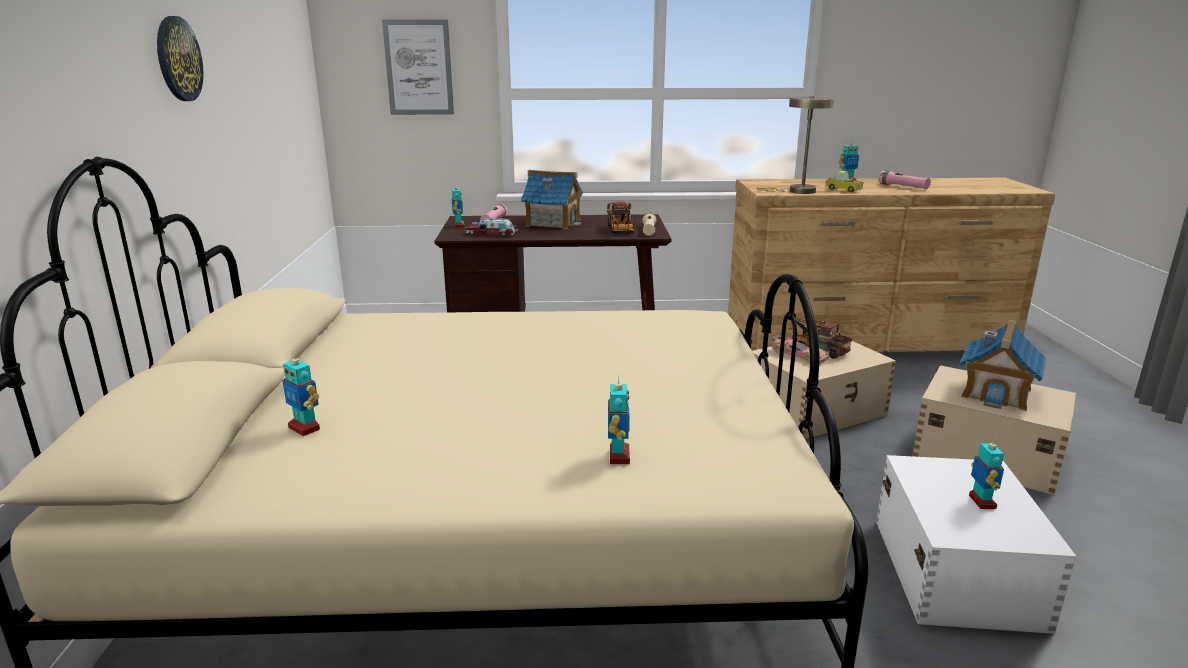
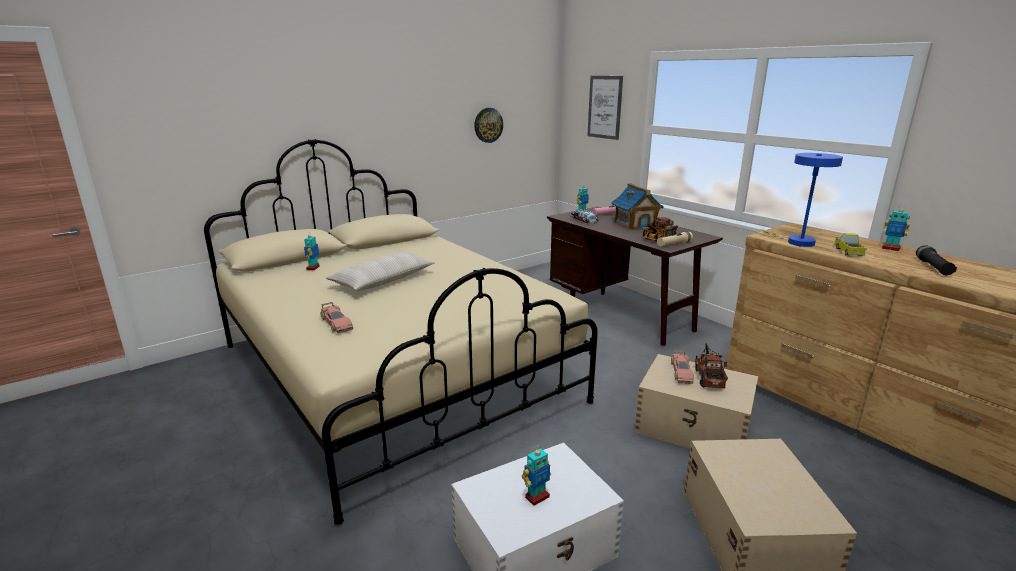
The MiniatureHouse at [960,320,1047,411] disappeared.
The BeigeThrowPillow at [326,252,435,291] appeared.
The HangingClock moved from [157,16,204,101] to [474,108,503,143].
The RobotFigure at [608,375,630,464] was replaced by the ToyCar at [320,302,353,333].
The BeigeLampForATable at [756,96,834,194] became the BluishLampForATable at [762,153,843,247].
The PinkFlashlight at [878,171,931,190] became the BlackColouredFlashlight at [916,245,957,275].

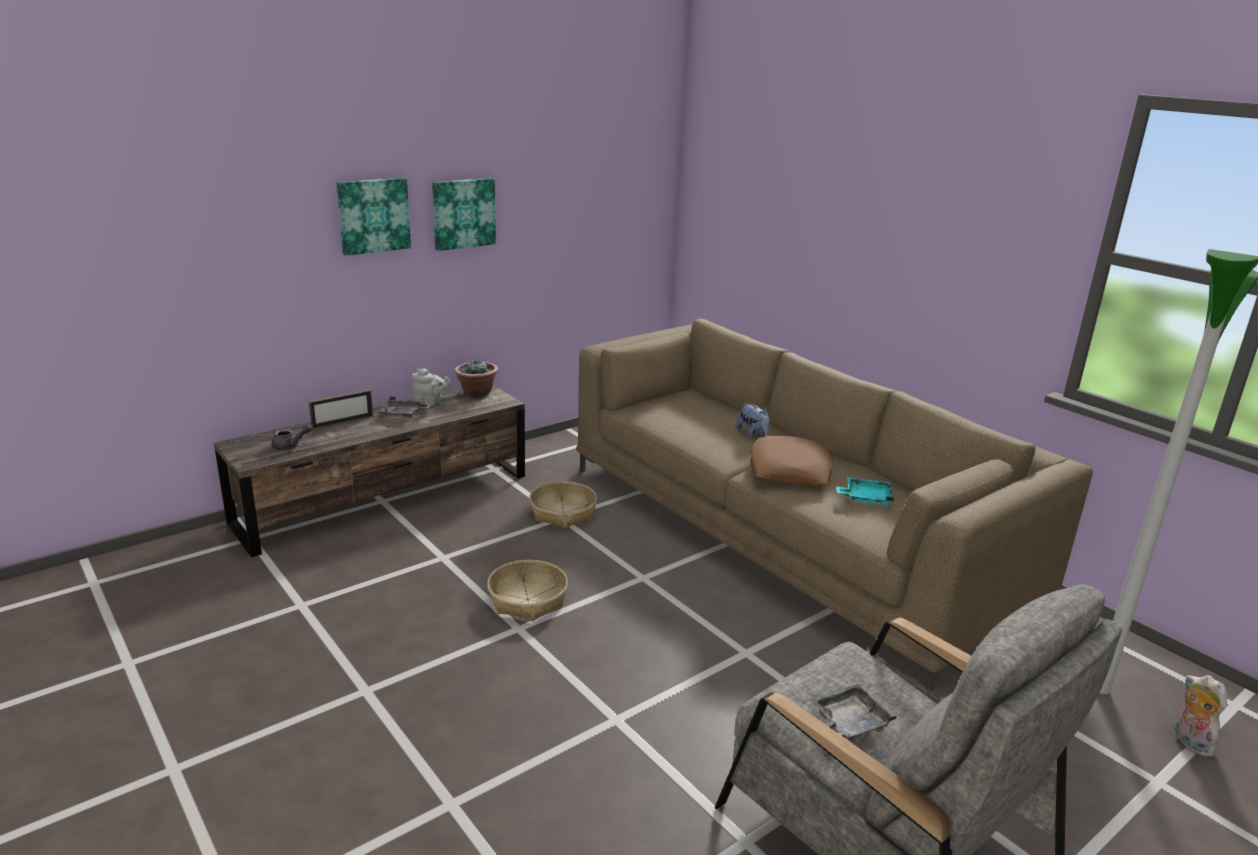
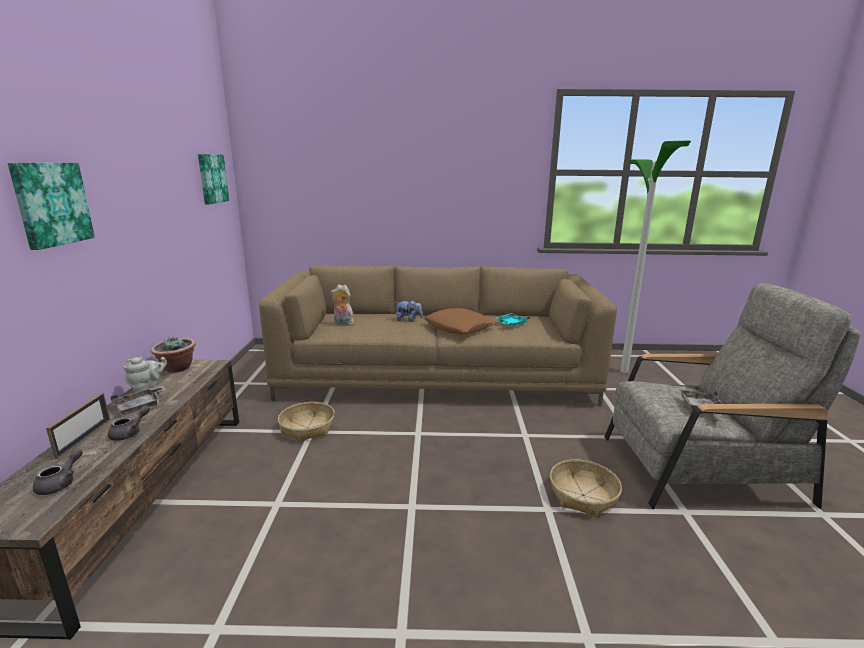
The GrayTeaPot at [108,406,150,441] appeared.
The WallPicture moved from [432,178,496,251] to [198,154,229,204].
The HouseholdBasket moved from [487,560,568,621] to [550,459,622,517].
The SoftToy moved from [1173,675,1227,757] to [330,284,357,326].

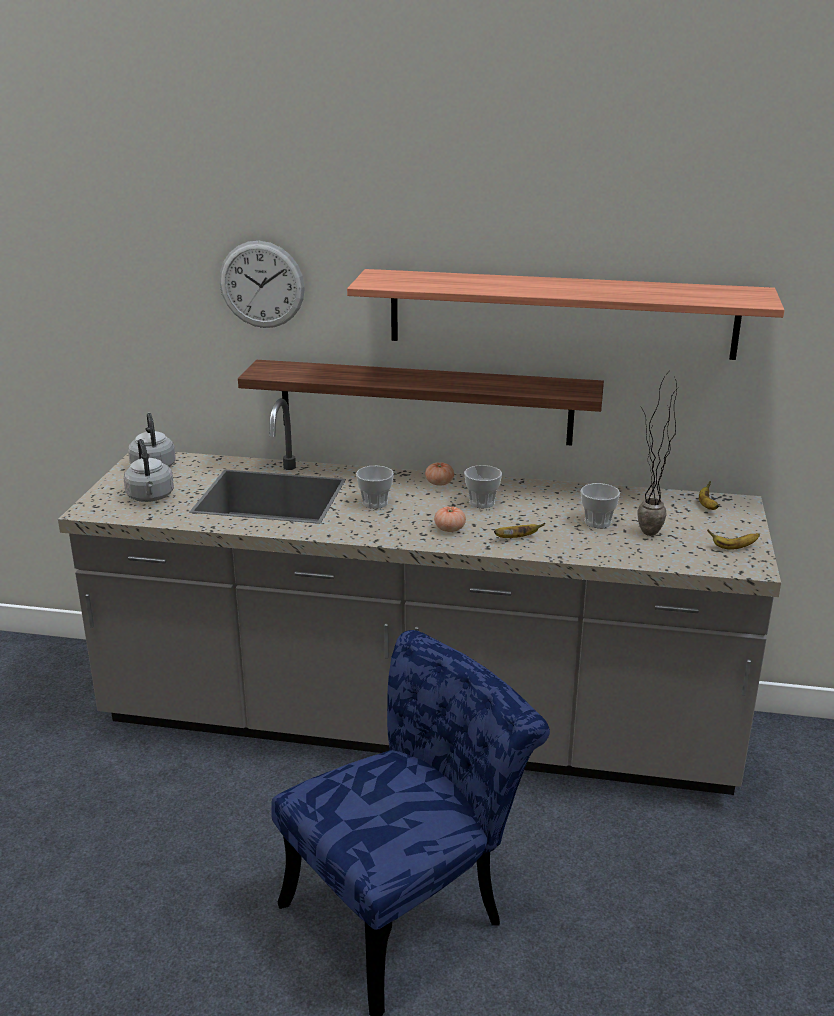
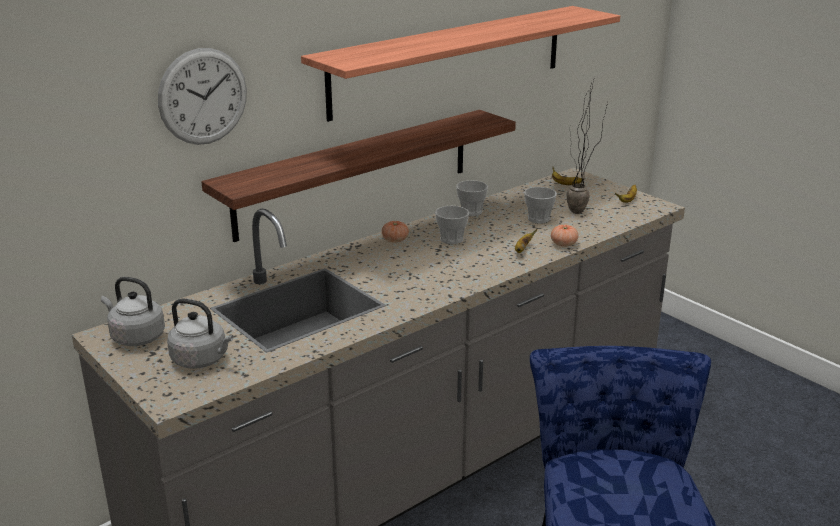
The DrinkingCup moved from [356,466,394,509] to [456,180,488,216].
The WholeTomato moved from [434,506,466,532] to [551,225,579,247].

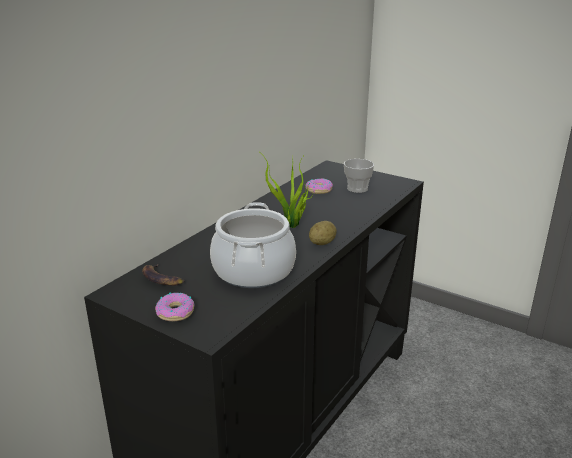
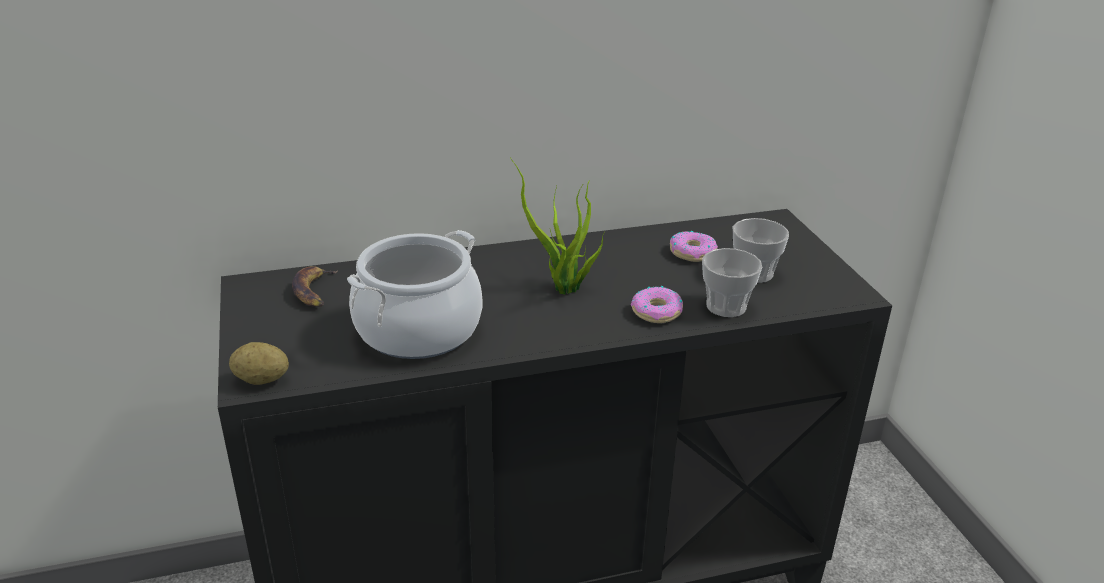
The DrinkingCup at [702,248,762,317] appeared.
The RingDoughnut moved from [155,292,195,321] to [631,286,683,323].
The Spud moved from [309,221,337,245] to [229,342,289,385].

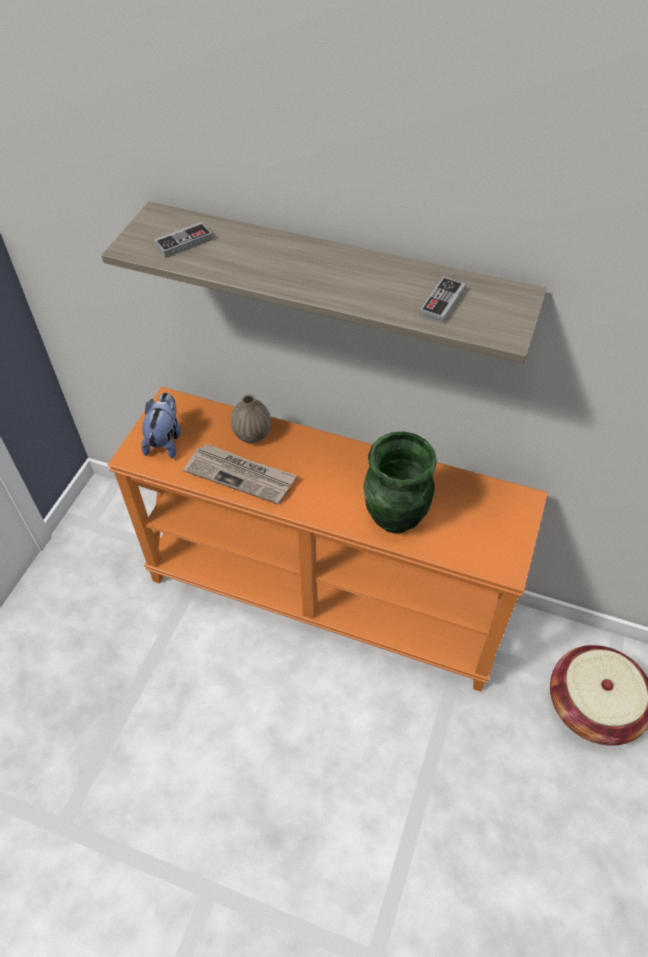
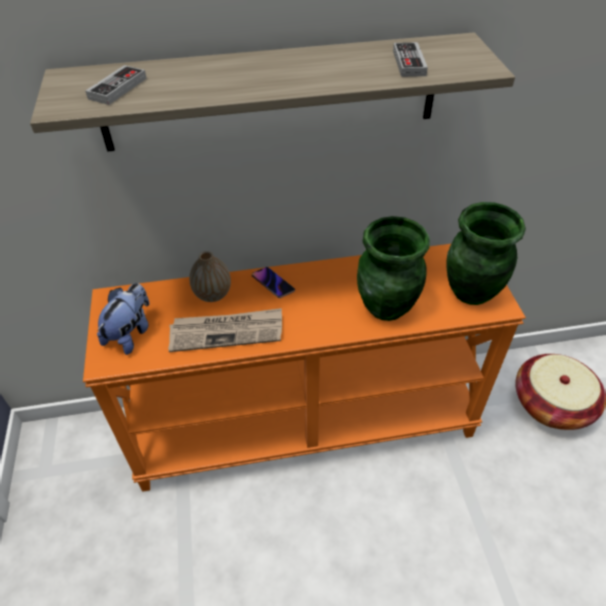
The Telephone at [252,267,295,298] appeared.
The GreenColouredVase at [447,202,526,305] appeared.
The SoftToy at [141,392,181,459] turned 45 degrees clockwise.

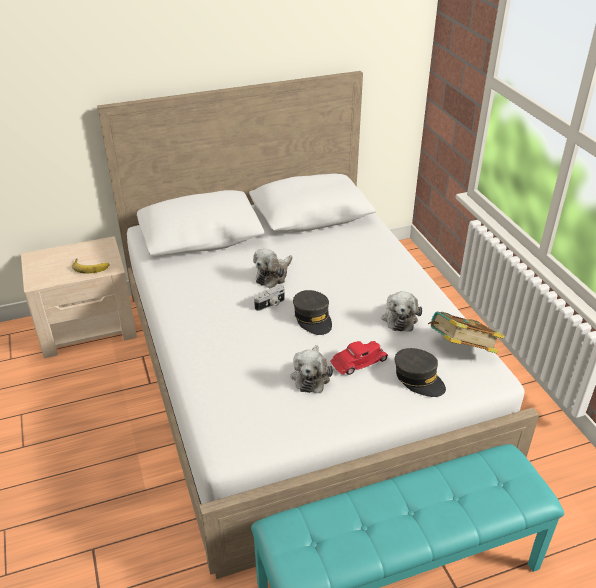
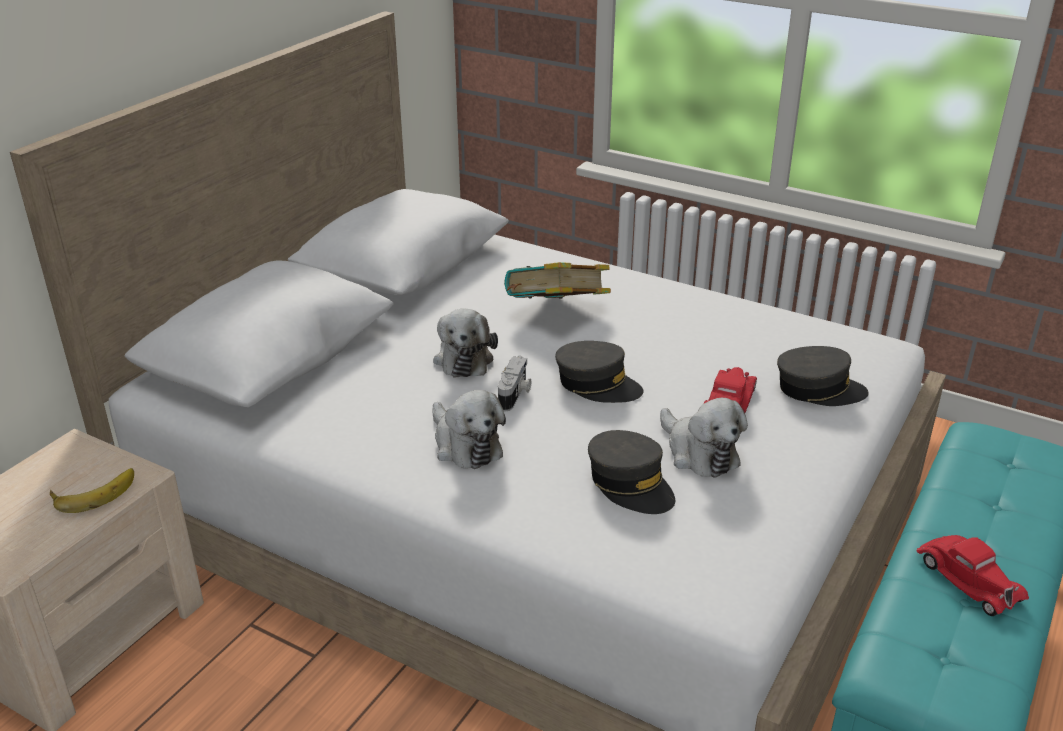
The GrayCap at [588,430,675,514] appeared.
The RedToyCar at [916,535,1029,616] appeared.
The SoftToy moved from [381,291,422,332] to [432,390,506,469].
The Volume moved from [428,312,505,354] to [504,262,611,299].

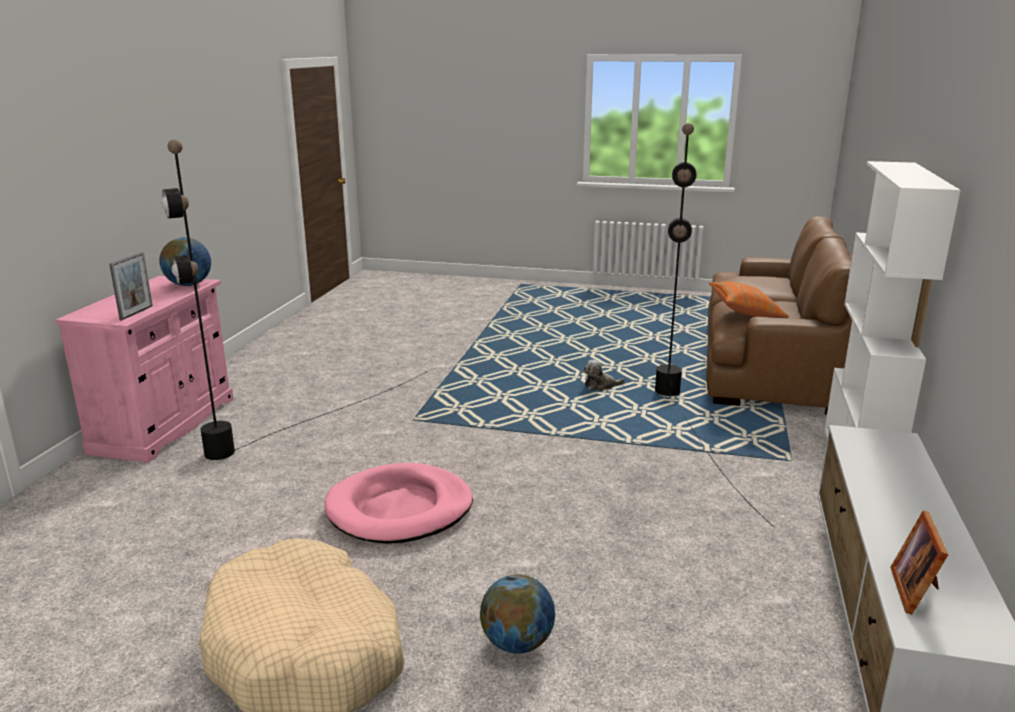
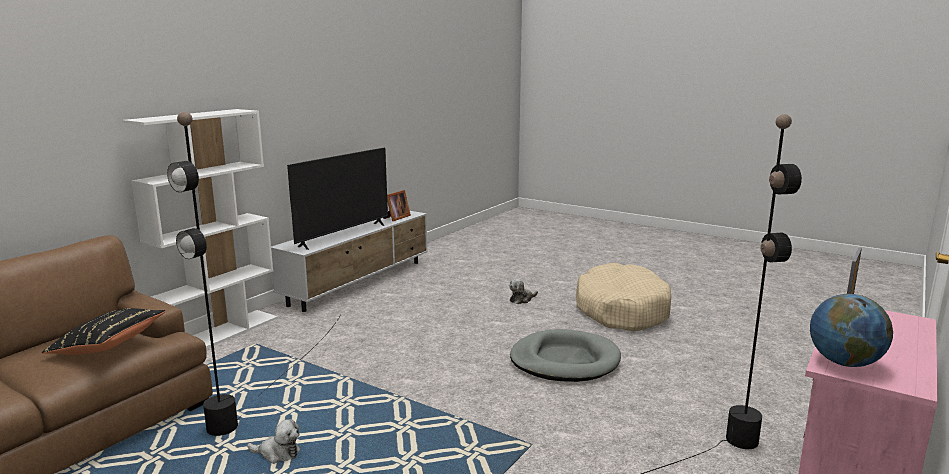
The TvSet at [287,148,388,250] appeared.
The DeskGlobe at [480,574,555,653] was replaced by the SoftToy at [509,279,538,304].
The PinkPetBed at [324,463,473,544] became the GrayPetBed at [510,329,621,382].
The OrangeyThrowPillow at [709,281,789,318] became the BlackColouredThrowPillow at [42,308,166,355].

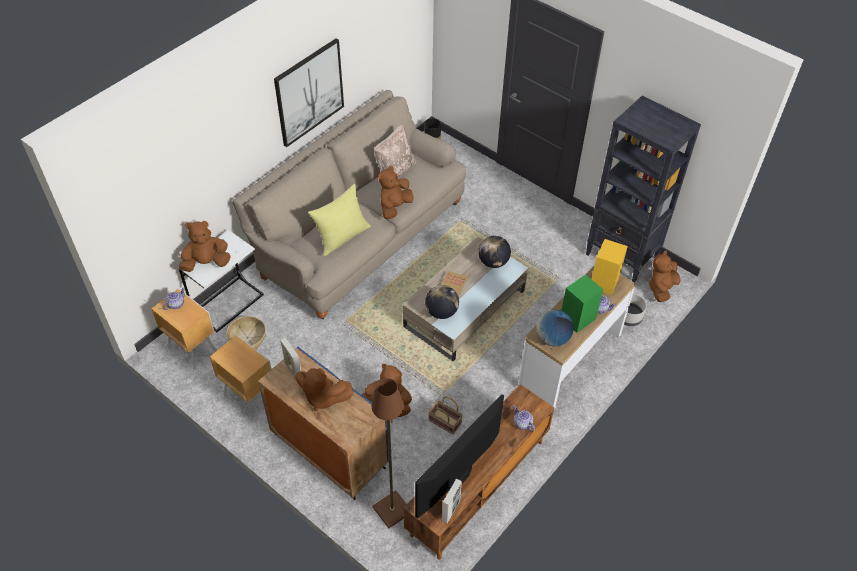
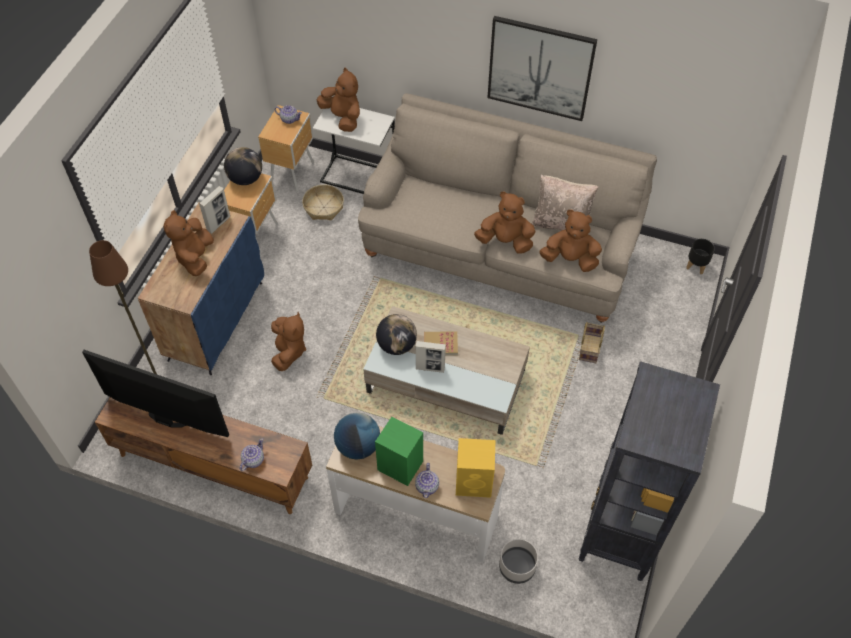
The YellowThrowPillow at [308,183,371,256] disappeared.
The HouseholdBasket moved from [428,397,463,435] to [579,322,605,363].
The PhotoFrame moved from [441,479,462,524] to [416,341,446,373].
The DeskGlobe moved from [478,236,511,268] to [224,147,262,185].
The BrownColouredSoftToy moved from [649,250,680,302] to [539,210,602,272].

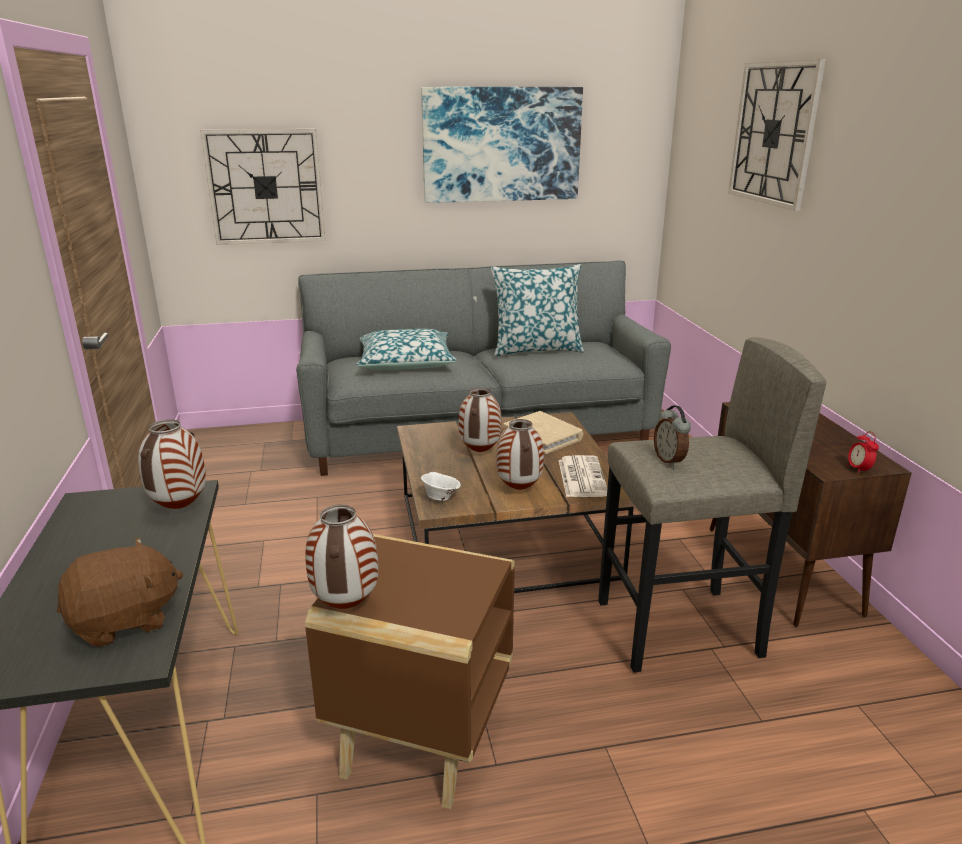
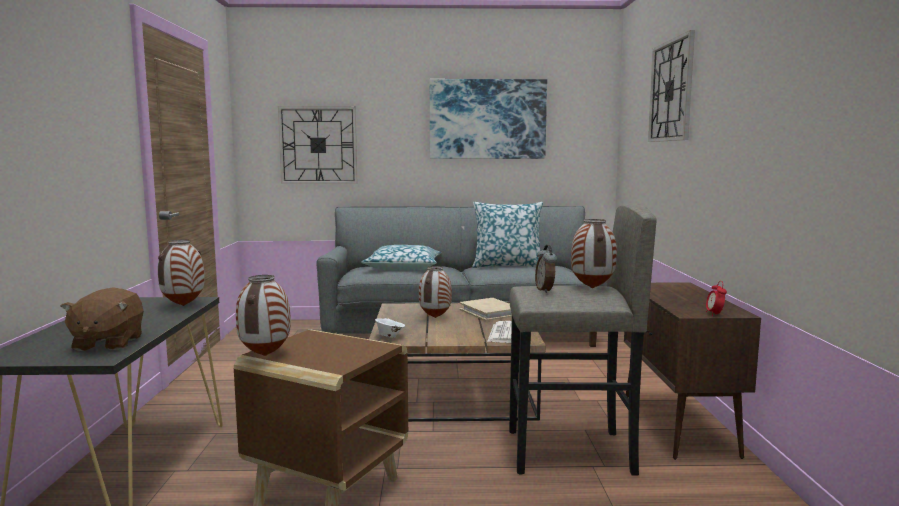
The Vase moved from [496,419,544,490] to [571,219,617,288].
The BrownColouredSoftToy at [57,537,183,647] turned 105 degrees clockwise.

